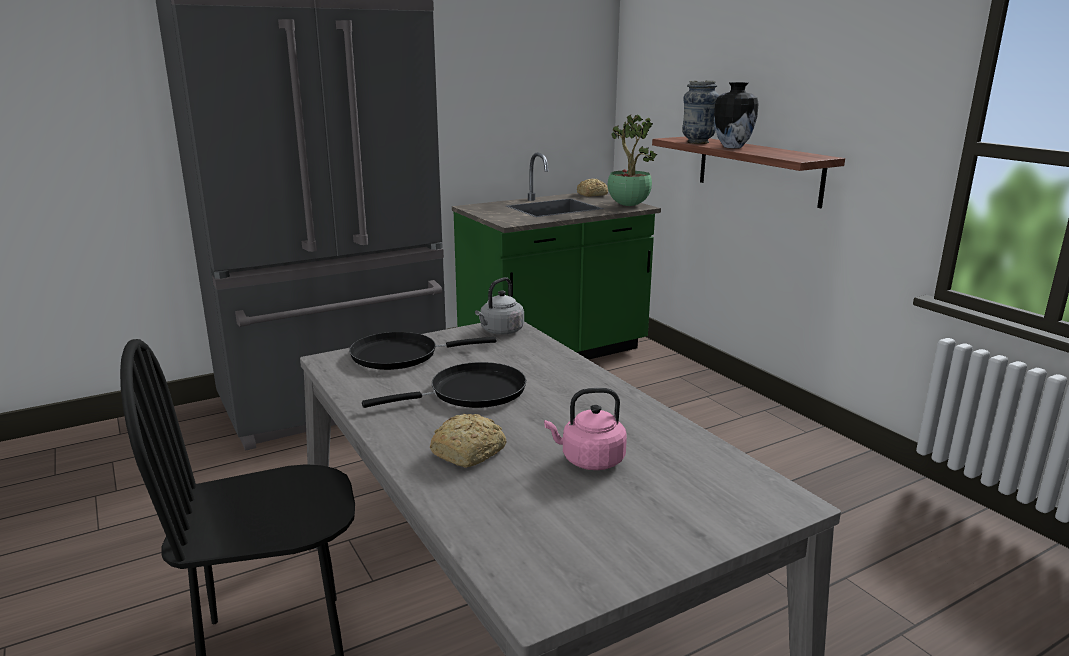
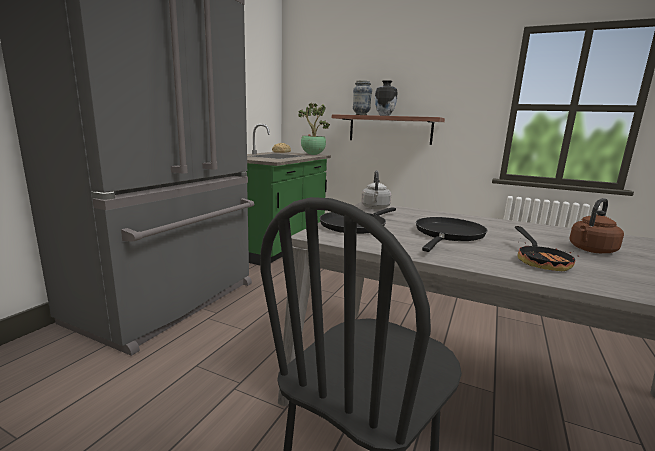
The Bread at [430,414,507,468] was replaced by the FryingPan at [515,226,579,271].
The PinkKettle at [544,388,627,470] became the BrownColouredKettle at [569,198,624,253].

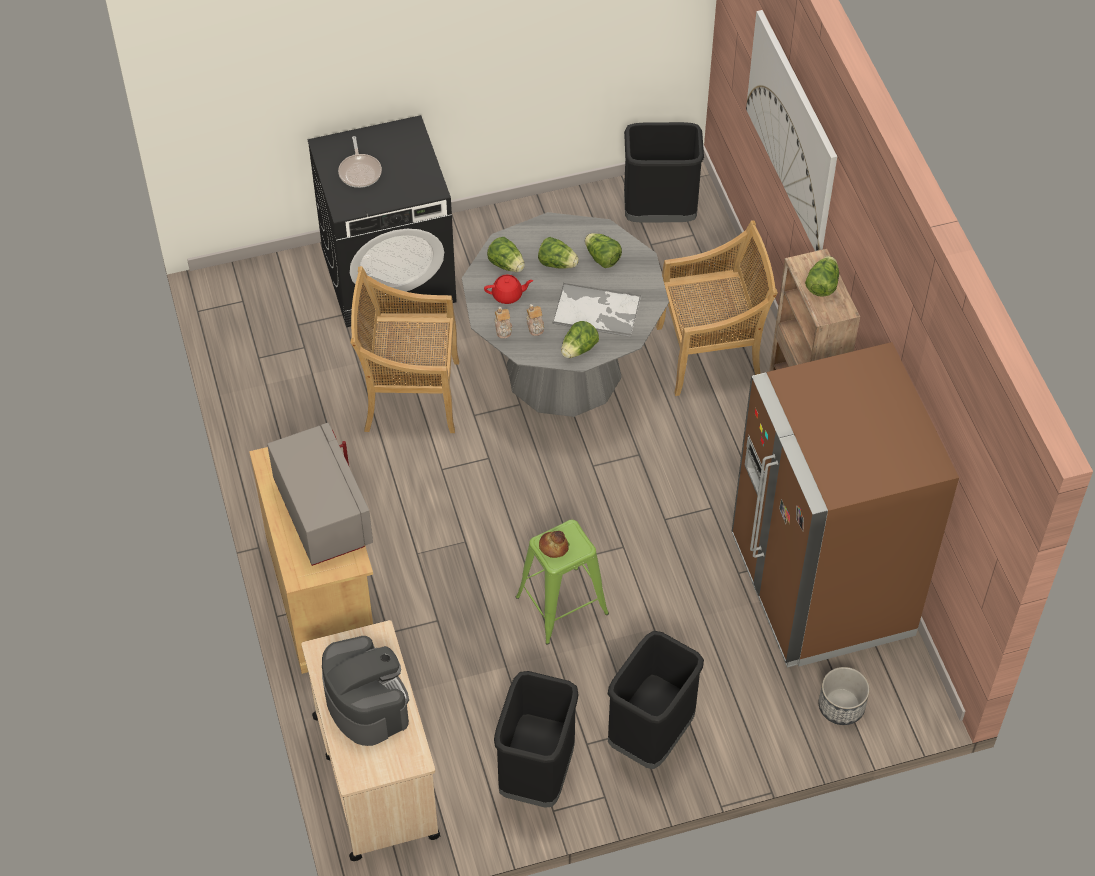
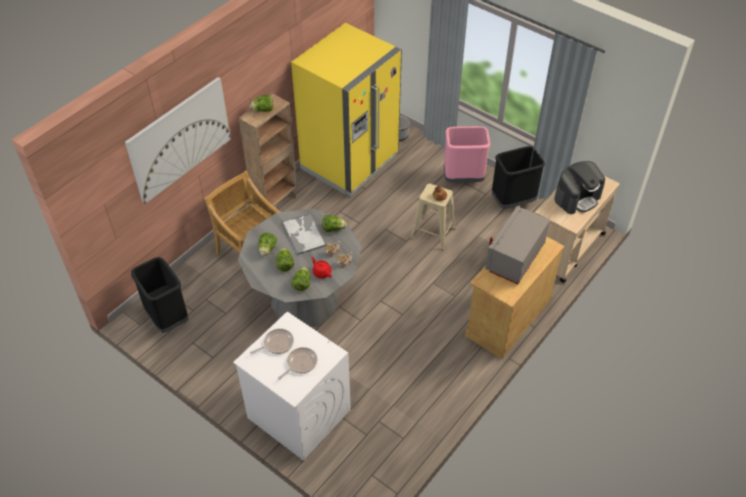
The BeigeUprightChair at [351,266,459,433] disappeared.
The FryingPan at [250,329,294,354] appeared.
The BlackColouredLaundryAppliance at [307,115,457,327] became the WhitishLaundryAppliance at [233,312,351,461].
The GreenColouredStool at [516,520,609,645] became the BeigeStool at [410,184,456,250].
The BlackColouredRubbishBin at [608,631,704,769] became the PinkRubbishBin at [444,126,490,183].
The BrownColouredKitchenFridge at [732,342,959,668] became the YellowKitchenFridge at [291,23,402,196].
The CoffeeMachine at [322,636,409,746] turned 150 degrees counterclockwise.

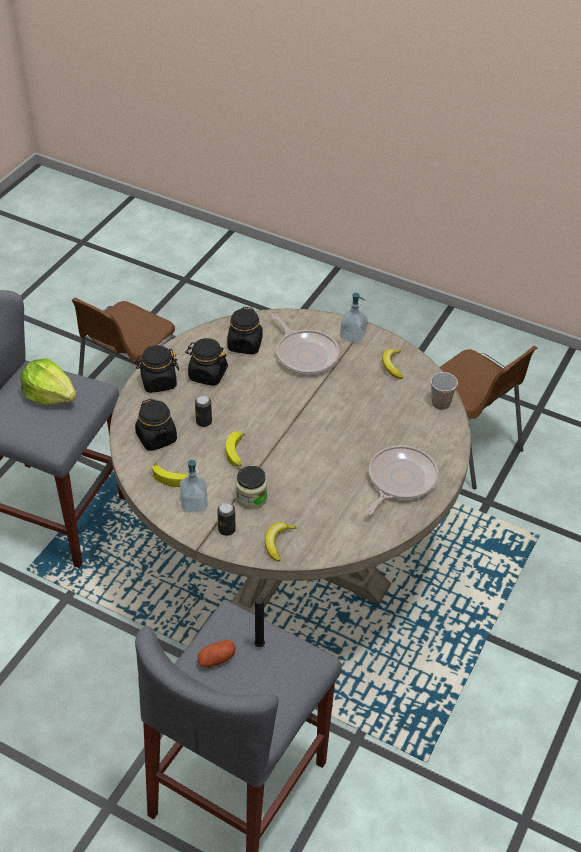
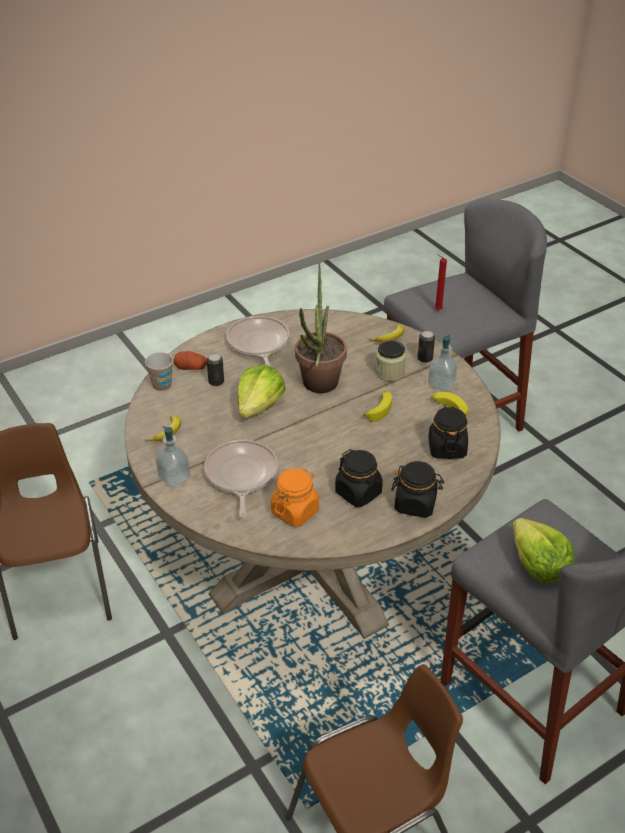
The HeadOfLettuce at [237,365,286,418] appeared.
The Houseplant at [295,262,347,393] appeared.
The Can moved from [195,395,212,427] to [207,353,224,386].
The Spud moved from [197,640,236,667] to [173,351,207,370].
The BlackColouredJar at [227,307,263,354] became the OrangeyJar at [271,469,319,527].
The BlackColouredWaxCandle at [254,591,267,647] became the RedWaxCandle at [435,254,447,311].
The FryingPan at [366,445,438,515] turned 105 degrees clockwise.

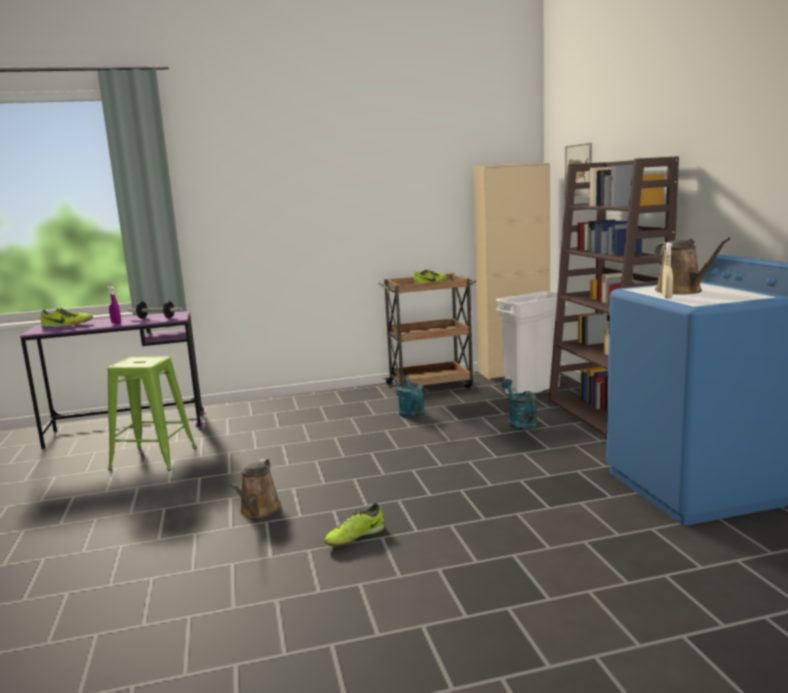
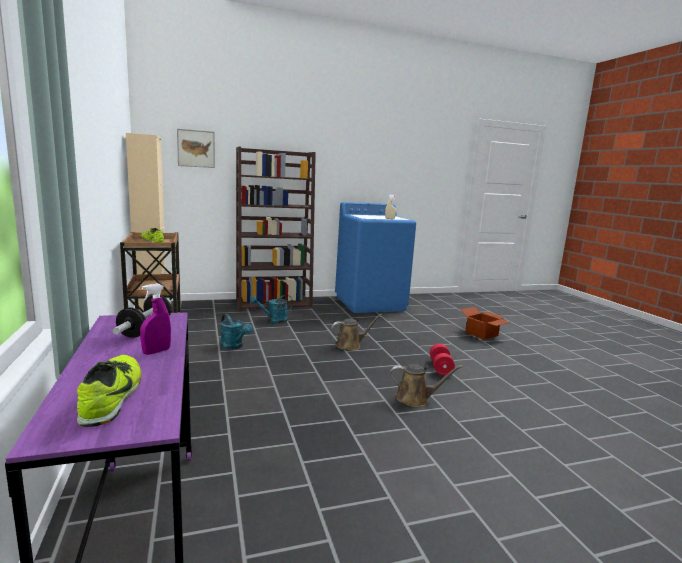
The GreenColouredStool at [107,356,197,471] disappeared.
The WhitishRubbishBin at [496,291,567,394] disappeared.
The CardboardBox at [461,307,510,340] appeared.
The BrownColouredWateringPot moved from [654,237,731,295] to [331,314,382,350].
The Shoe at [324,503,384,546] was replaced by the RedHandWeight at [430,344,455,375].
The TurquoiseWateringPot at [398,376,424,418] turned 60 degrees clockwise.

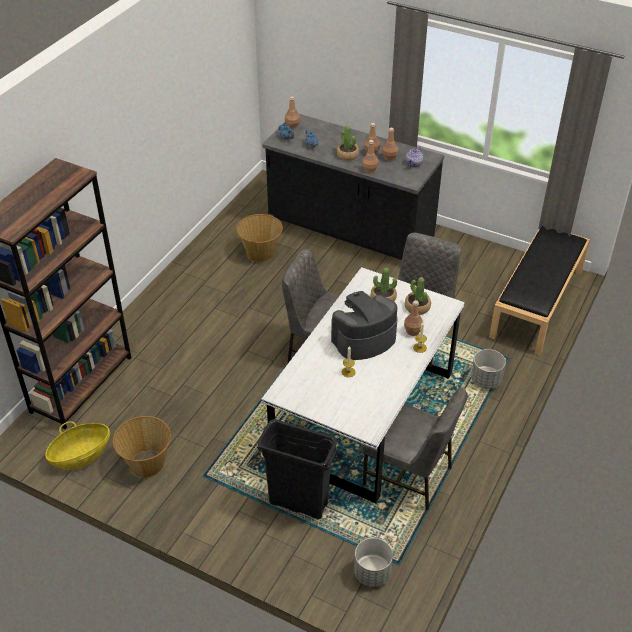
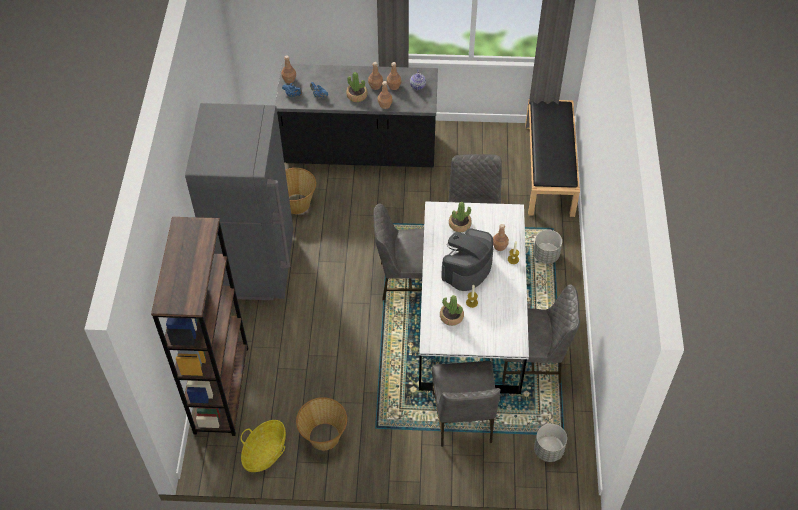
The GrayKitchenFridge at [185,103,293,300] appeared.
The Houseplant moved from [405,277,431,315] to [440,295,464,326].
The BlackColouredRubbishBin at [257,419,338,519] was replaced by the GrayUprightChair at [432,361,501,447].

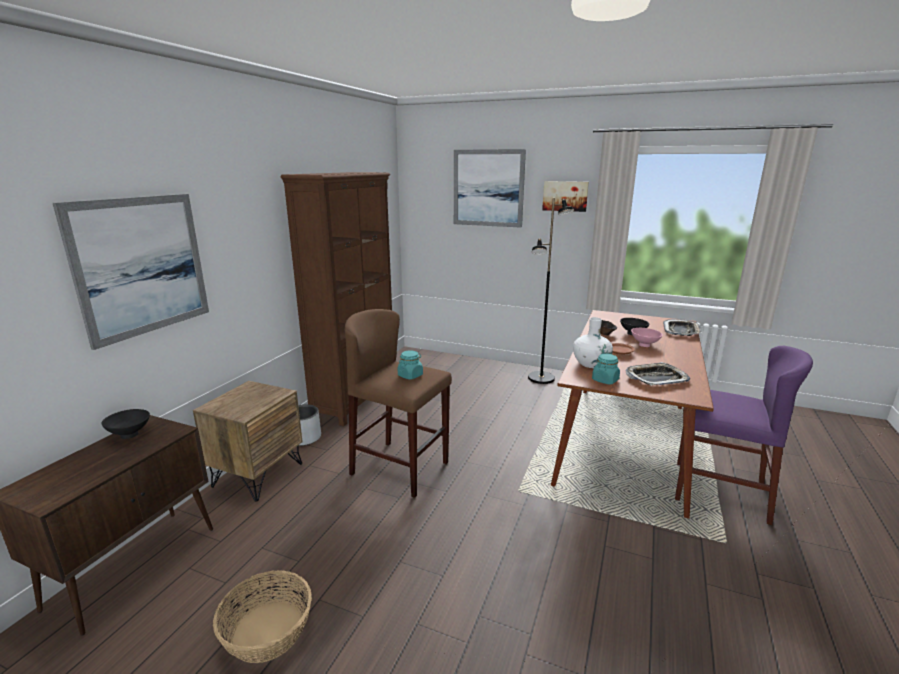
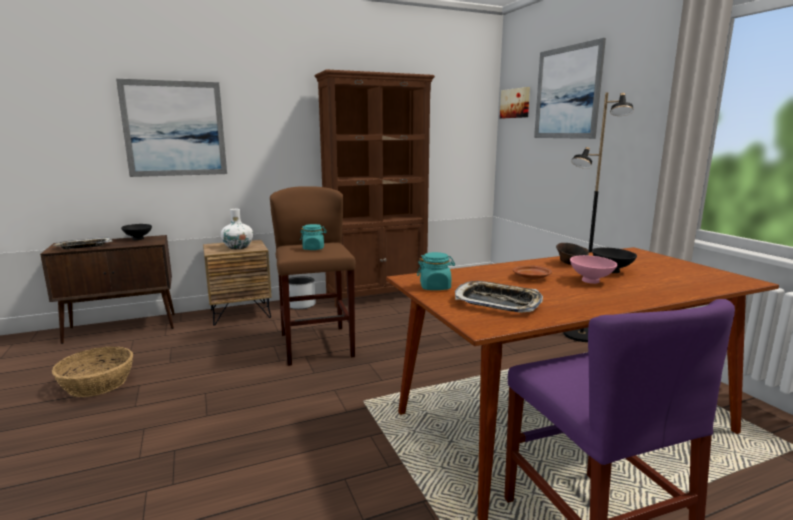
The WallPicture moved from [542,181,589,212] to [500,87,530,118].
The WhitishVase moved from [573,317,613,368] to [221,209,253,249].
The ServingTray moved from [663,319,702,336] to [53,237,113,249].

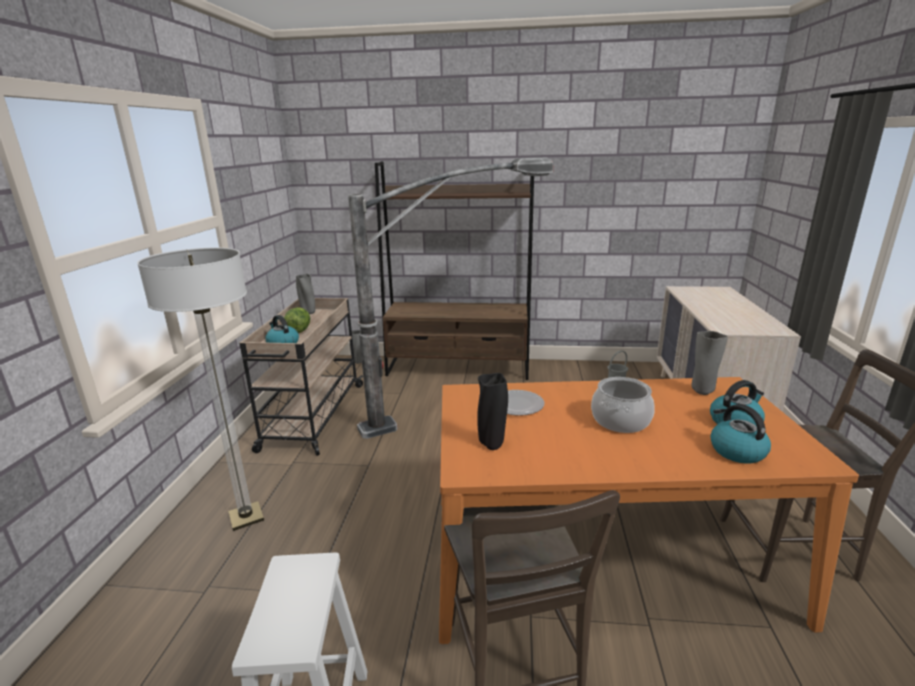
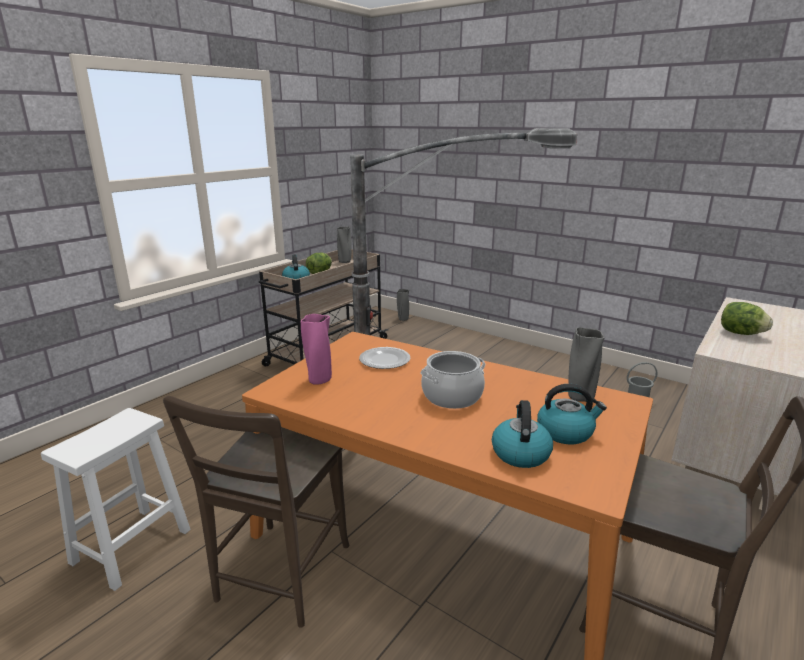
The FloorLamp at [137,248,264,531] disappeared.
The BrownColouredBookshelf at [375,161,534,380] disappeared.
The HeadOfLettuce at [721,302,773,335] appeared.
The BlackColouredVase at [477,373,508,450] became the PinkVase at [301,314,332,385].

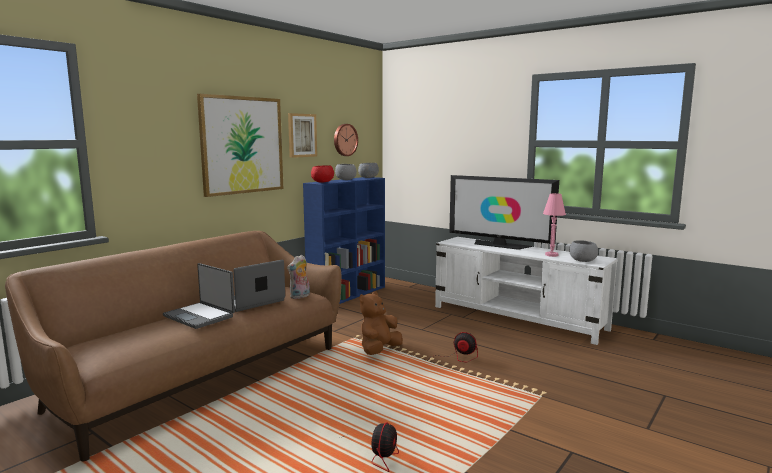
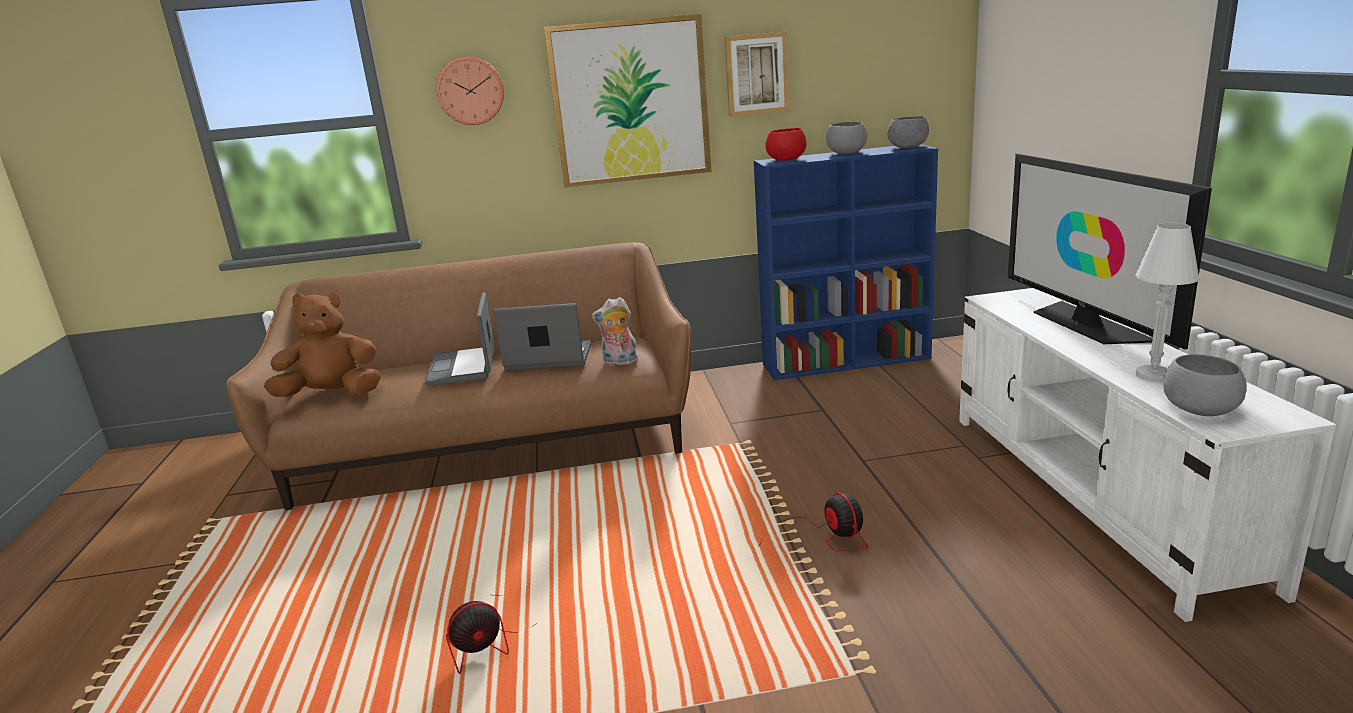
The HangingClock moved from [334,124,358,156] to [437,57,504,125].
The BrownColouredSoftToy moved from [359,291,403,355] to [264,292,381,397].
The PinkLampForATable at [543,193,566,257] became the WhitishLampForATable at [1136,223,1200,382].

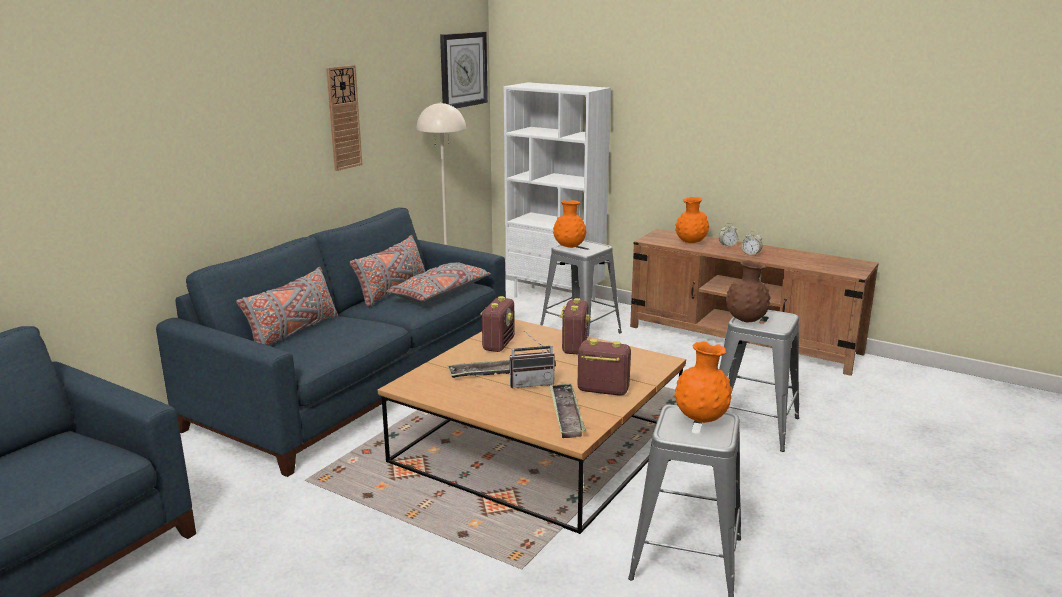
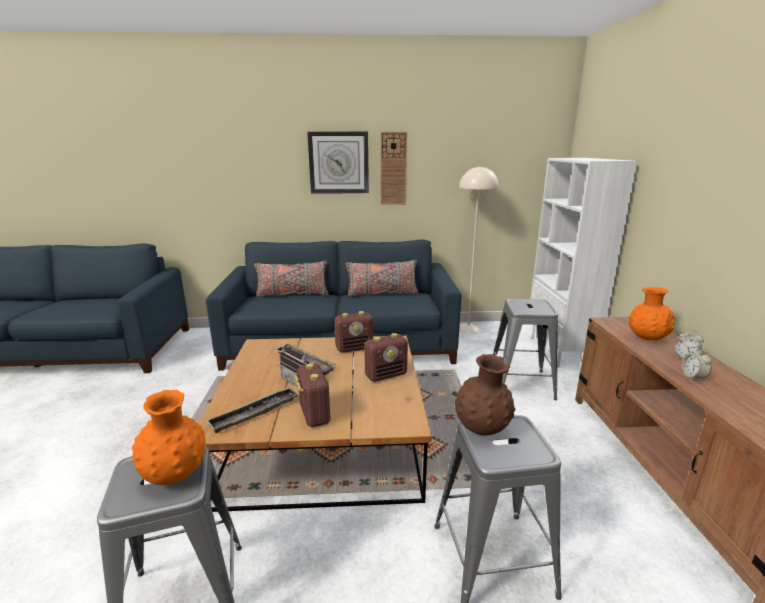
The GrayThrowPillow at [386,263,491,303] disappeared.
The OrangeyVase at [553,200,587,248] disappeared.
The HangingClock moved from [440,32,488,108] to [307,131,369,194].

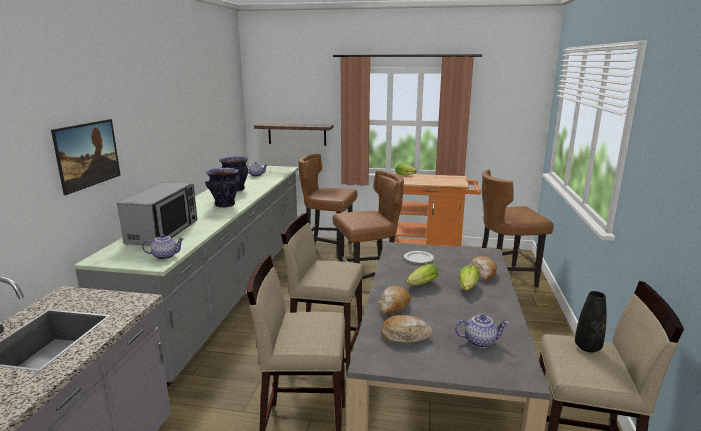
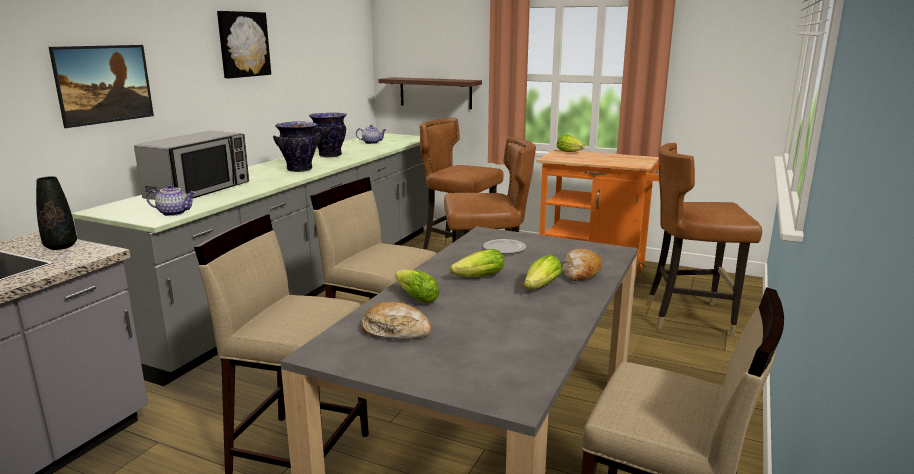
The TeaPot at [455,314,509,348] disappeared.
The WallPicture at [217,11,271,78] appeared.
The BlackColouredVase moved from [575,291,607,352] to [36,176,77,250].
The Bread at [378,286,411,315] was replaced by the HeadOfLettuce at [395,269,440,303].

